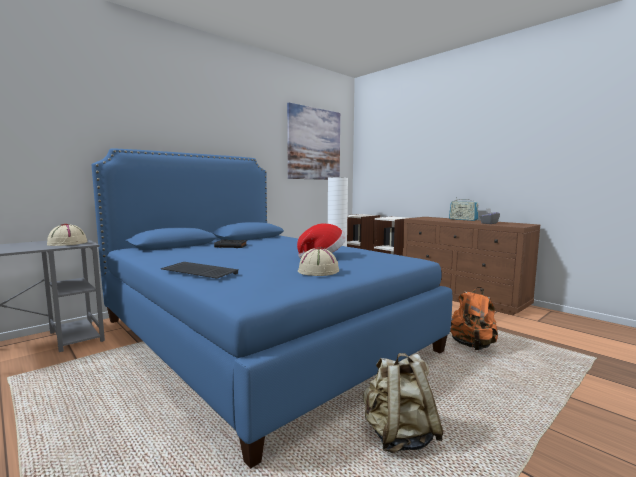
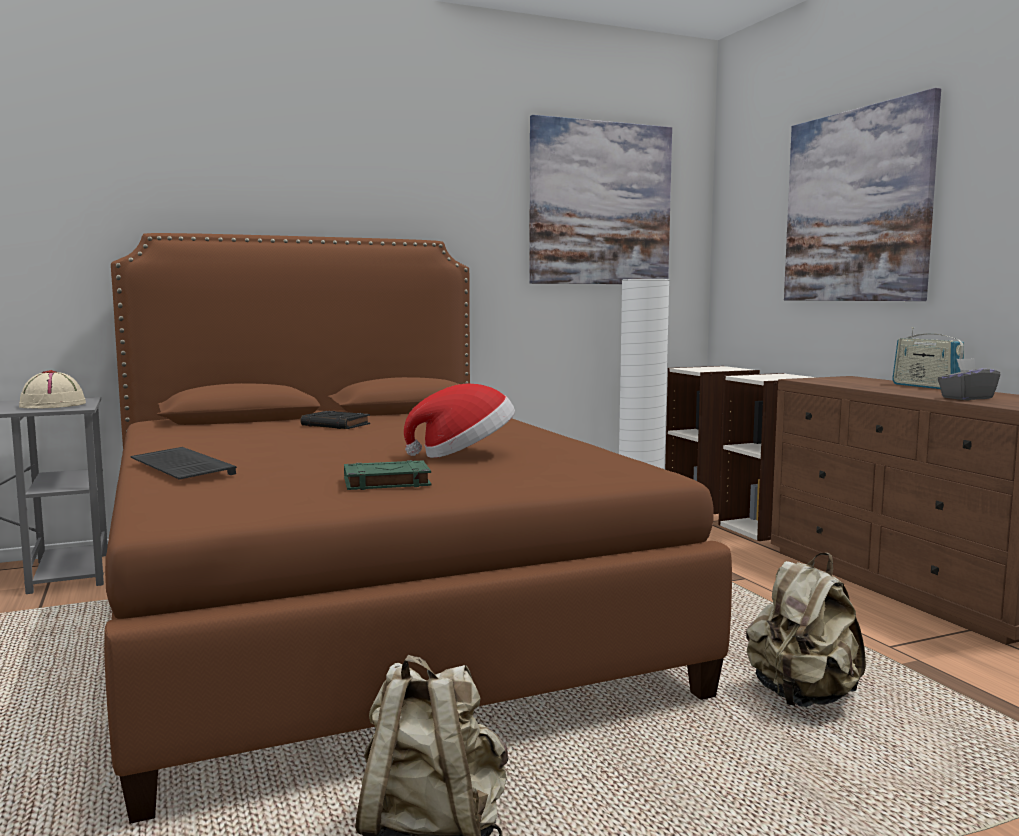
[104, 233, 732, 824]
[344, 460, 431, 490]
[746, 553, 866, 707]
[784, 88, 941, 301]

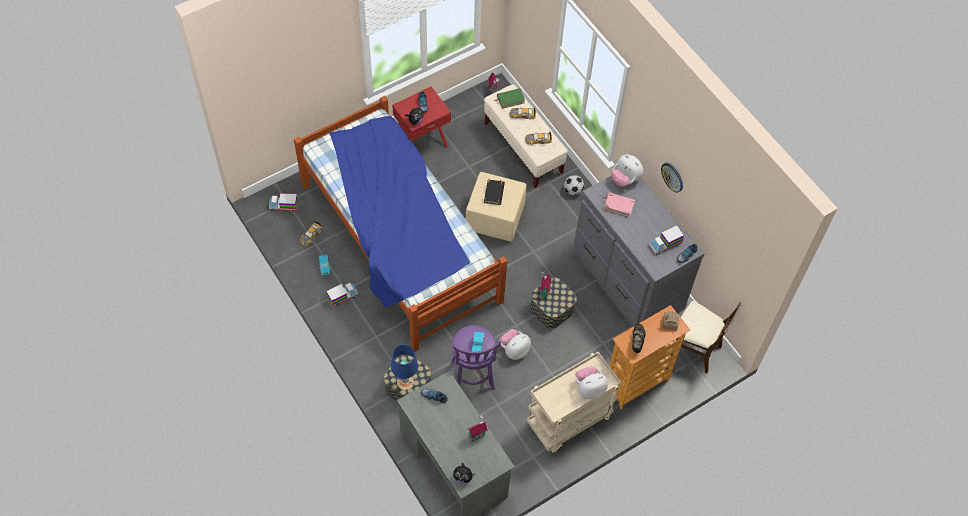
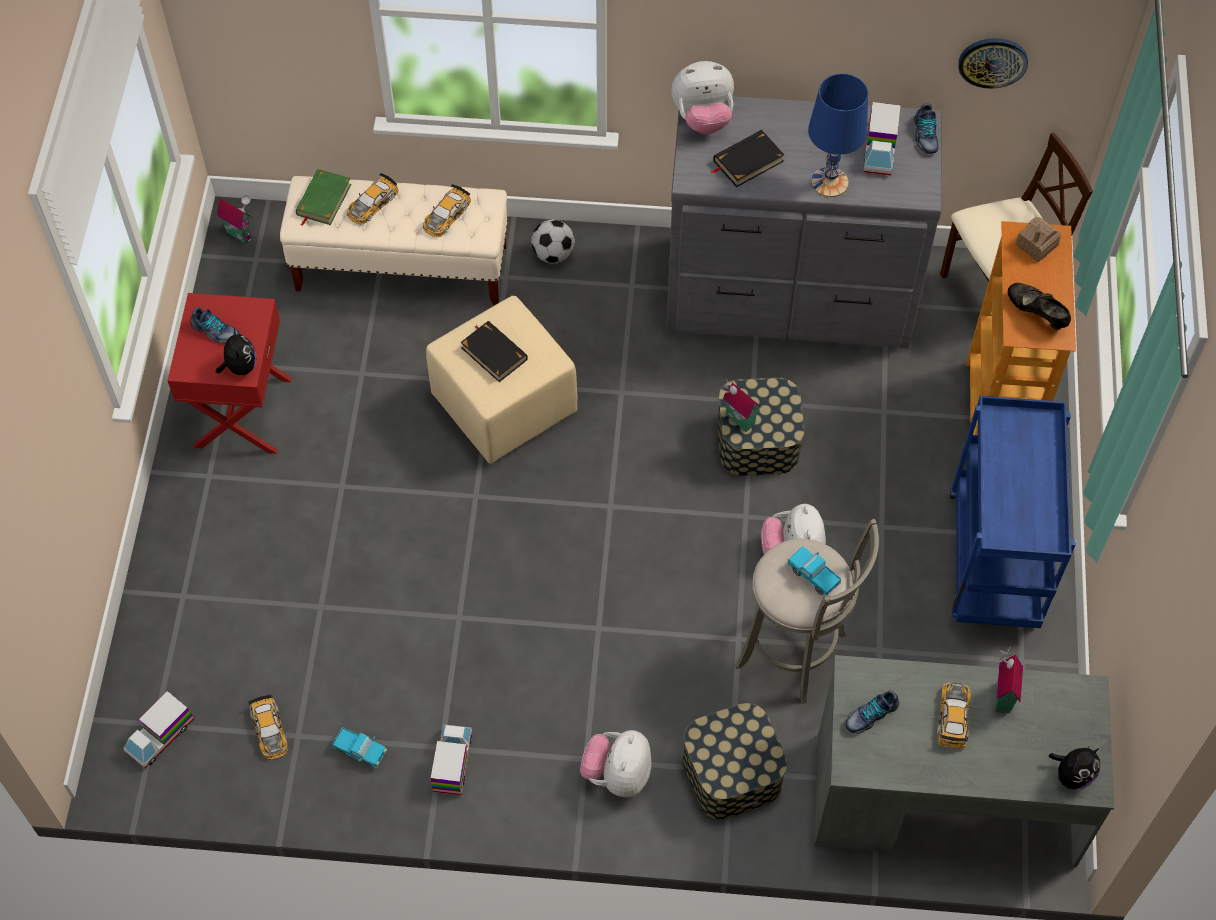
[294, 96, 507, 352] (first image)
[808, 73, 868, 197]
[736, 519, 879, 704]
[949, 396, 1075, 628]
[580, 730, 651, 797]
[710, 130, 784, 187]
[958, 38, 1028, 89]
[937, 682, 971, 749]

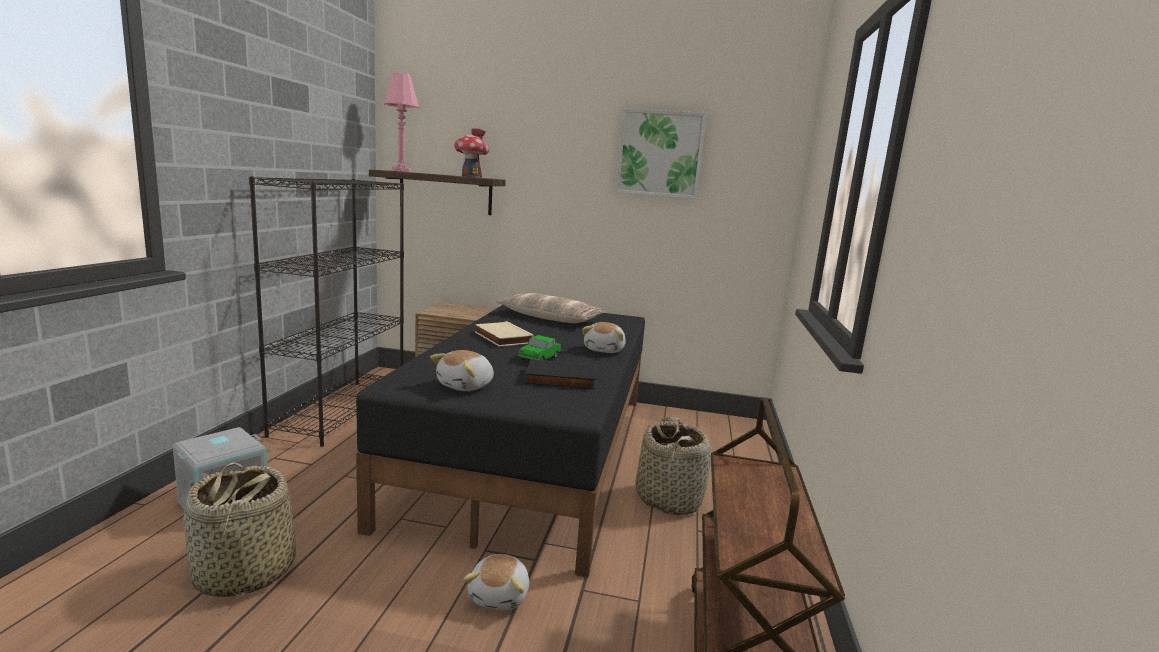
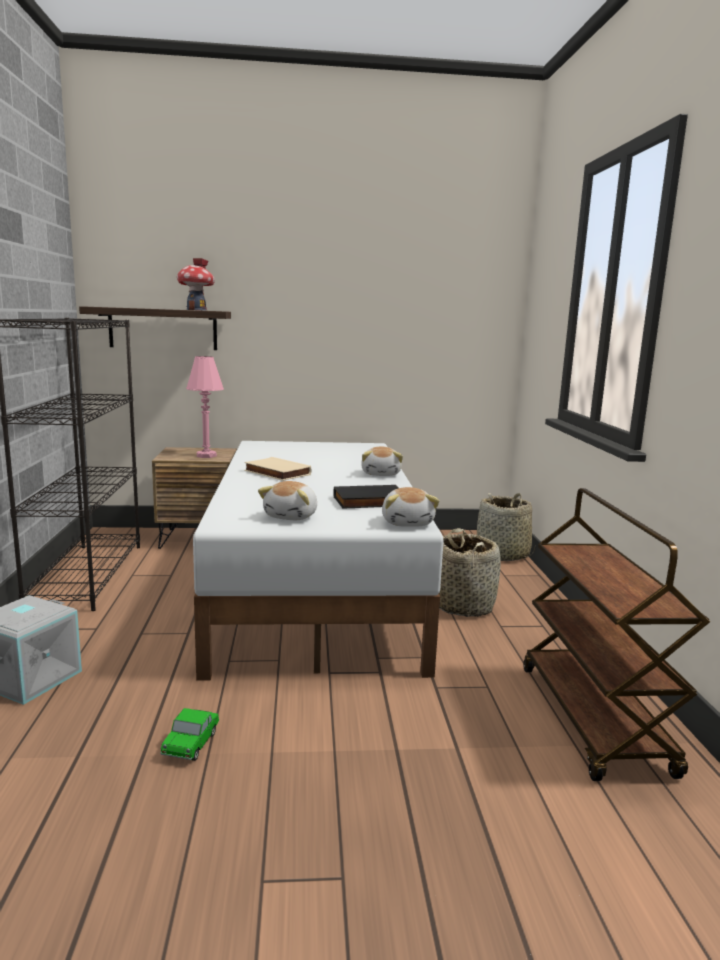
[477, 493, 536, 561]
[193, 441, 443, 681]
[186, 356, 224, 458]
[382, 487, 440, 527]
[496, 293, 605, 323] (first image)
[161, 708, 219, 761]
[616, 108, 707, 199] (first image)

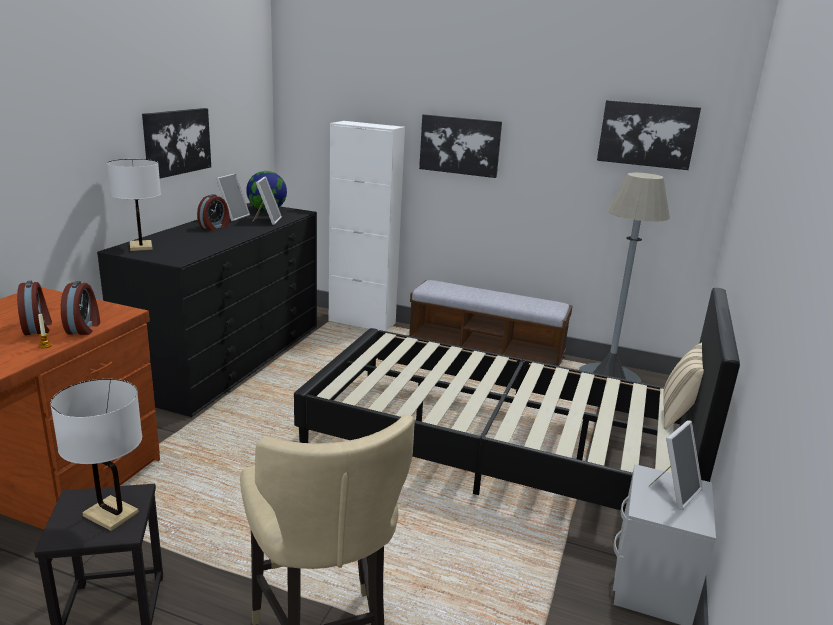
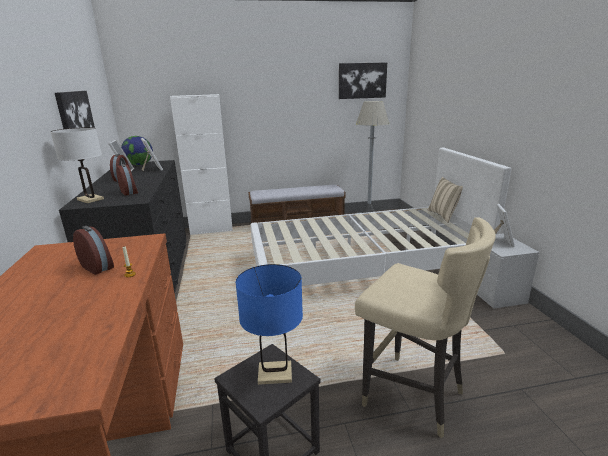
[236, 264, 303, 385]
[116, 164, 138, 196]
[250, 148, 511, 286]
[419, 114, 502, 178] (first image)

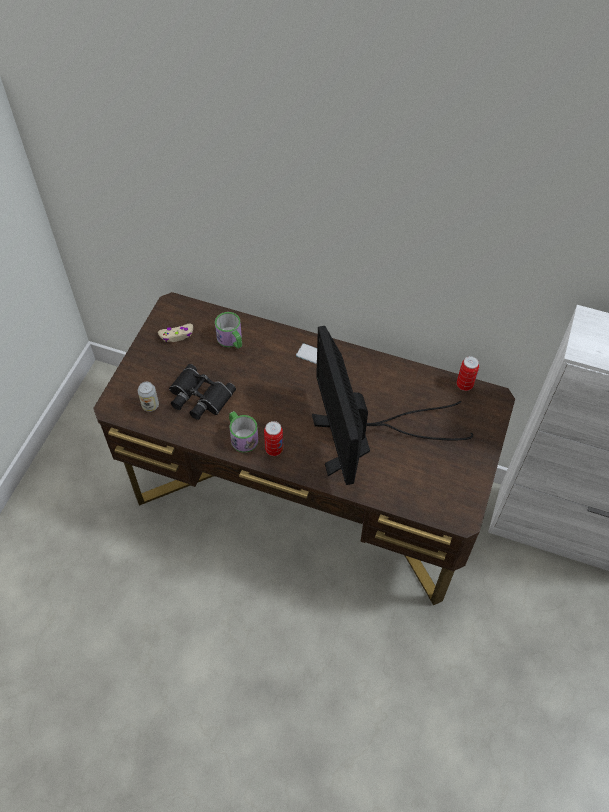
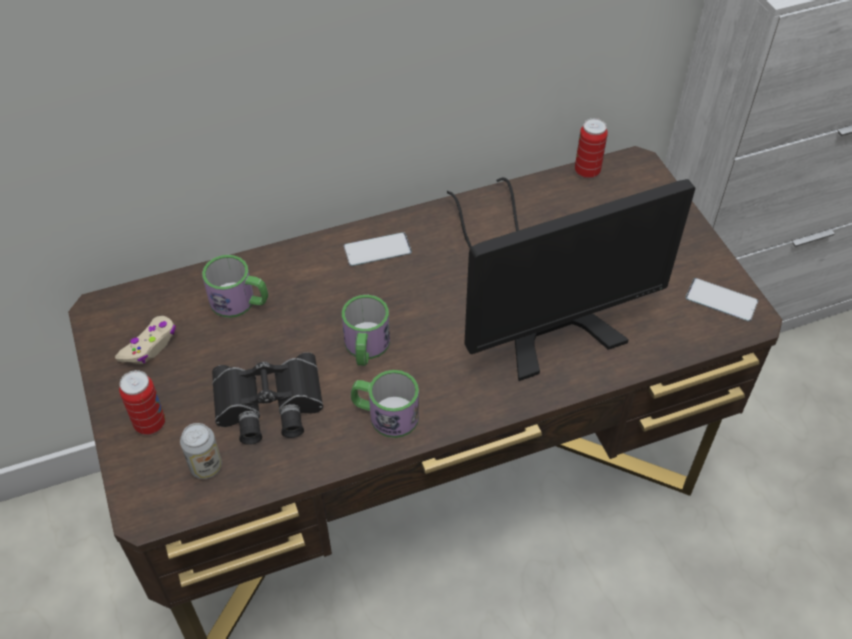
[119, 370, 165, 435]
[447, 177, 696, 381]
[342, 295, 390, 366]
[686, 278, 758, 321]

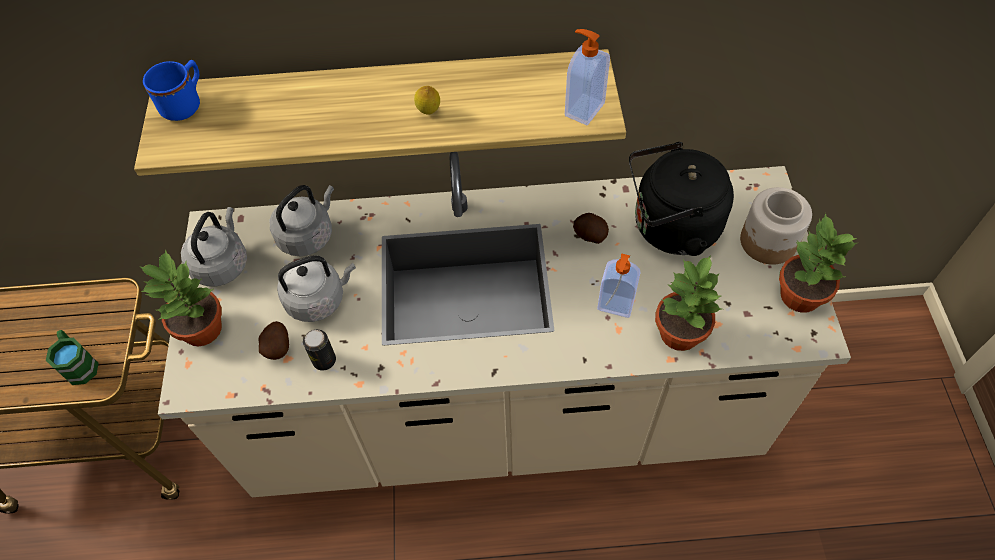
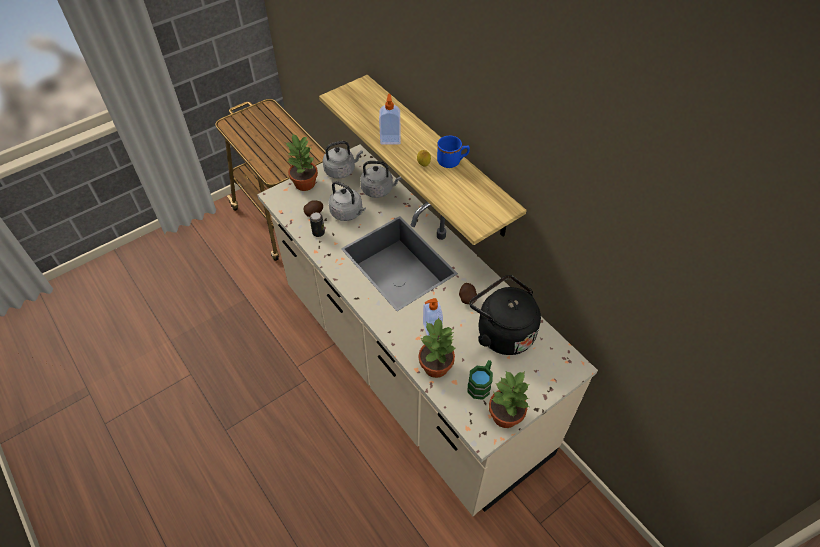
[467, 360, 493, 400]
[437, 136, 470, 168]
[379, 94, 401, 144]
[740, 187, 812, 265] (first image)

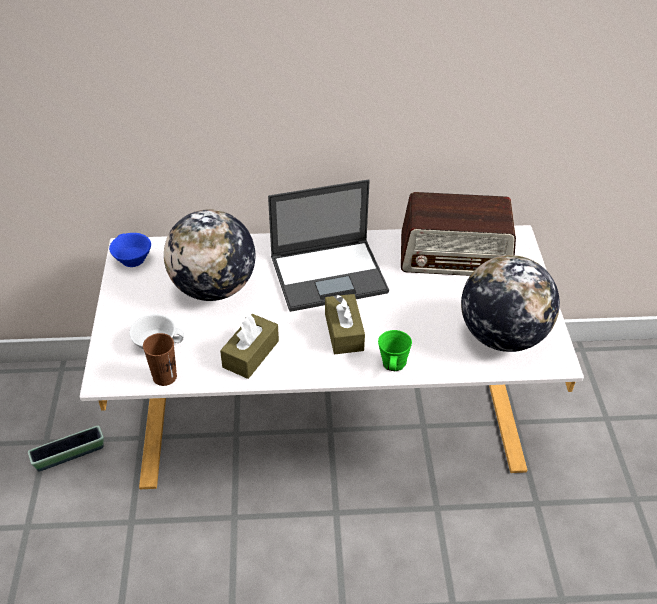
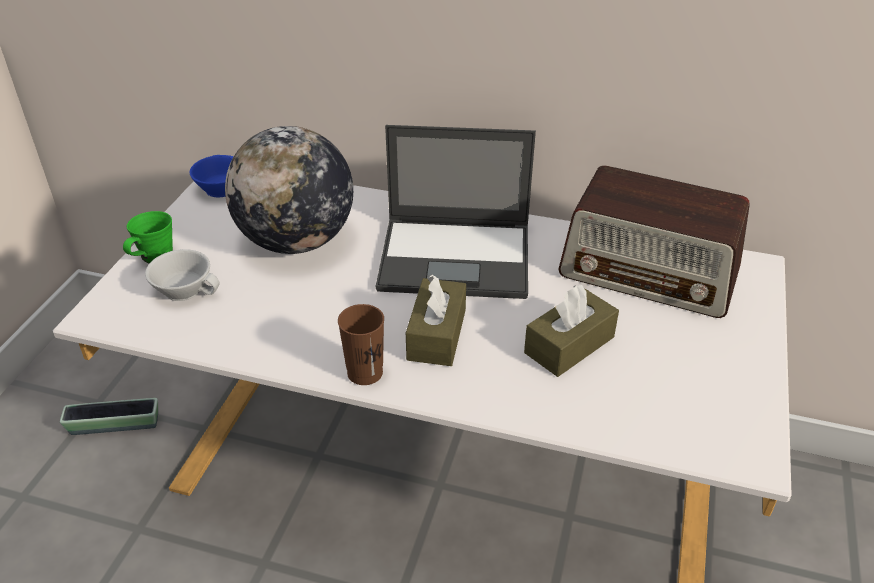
[338, 304, 384, 385]
[524, 285, 619, 377]
[123, 211, 173, 263]
[461, 255, 560, 352] (first image)

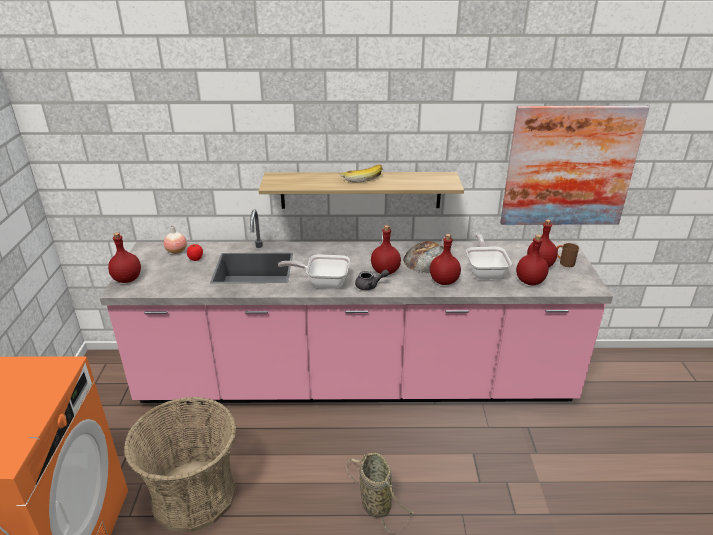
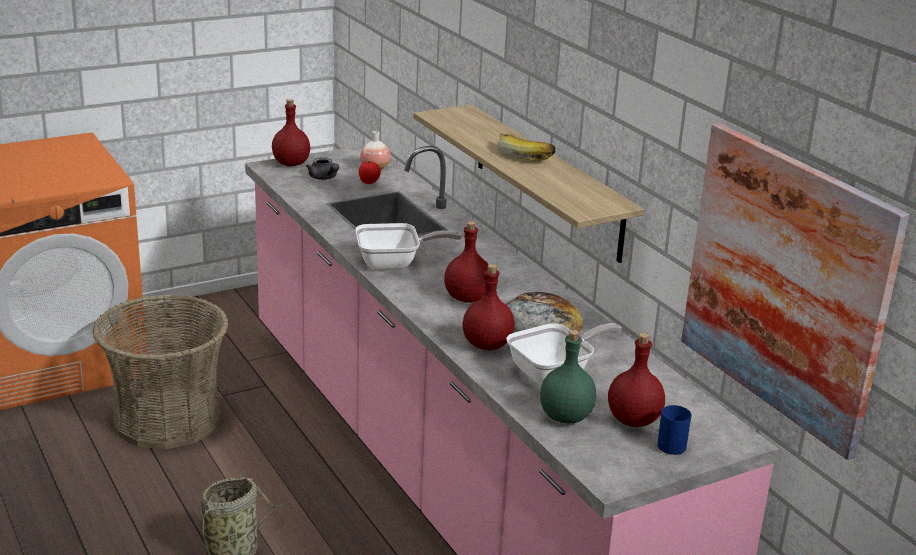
[355, 223, 462, 270]
[306, 157, 339, 180]
[540, 330, 596, 424]
[657, 405, 692, 455]

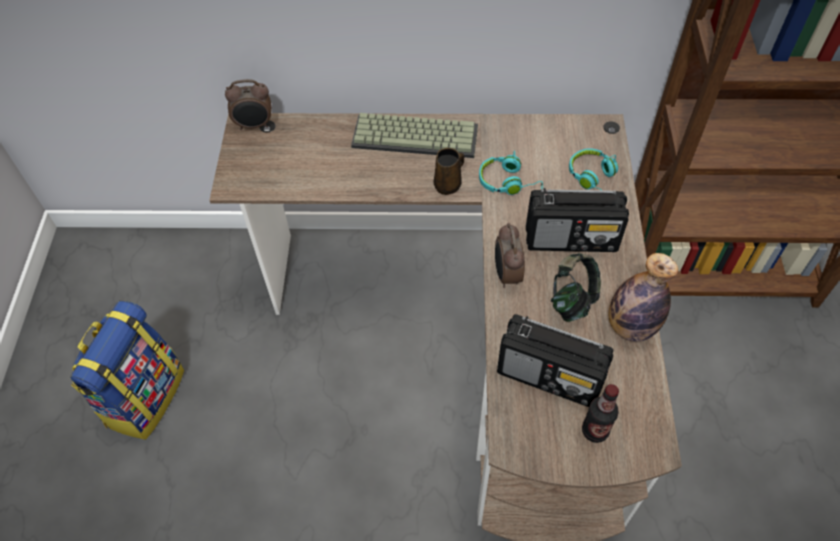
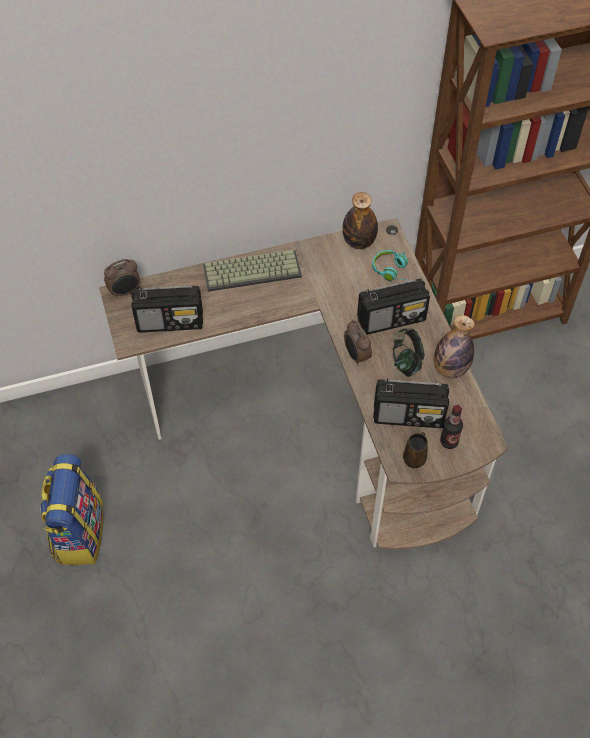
[403, 432, 428, 468]
[479, 150, 543, 195] (first image)
[132, 285, 203, 333]
[343, 192, 378, 249]

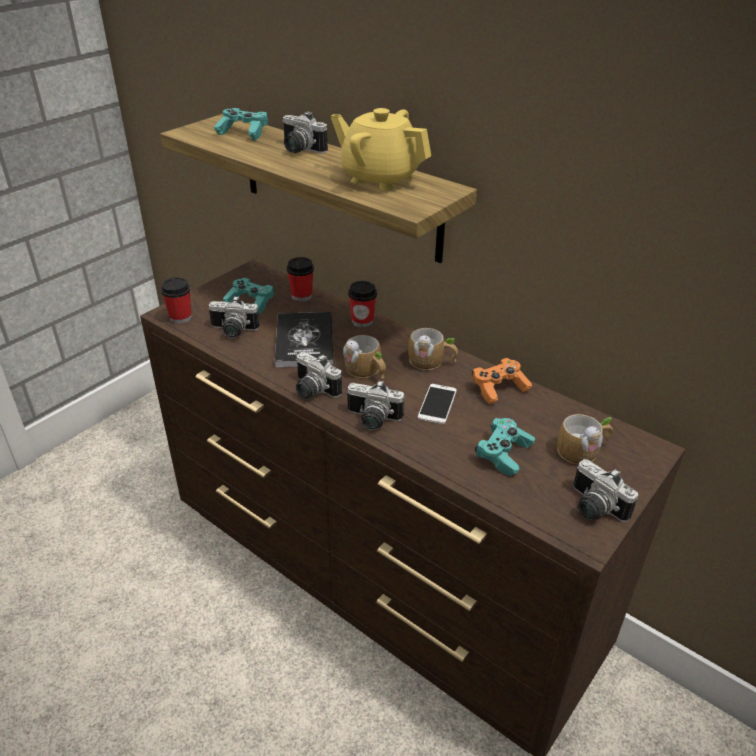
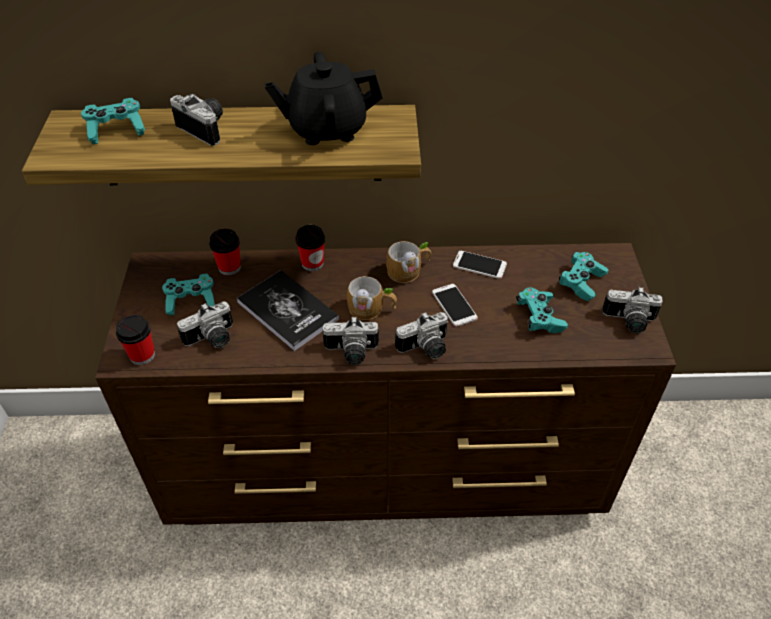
[170, 94, 223, 146]
[264, 52, 382, 145]
[453, 251, 507, 279]
[559, 252, 608, 301]

